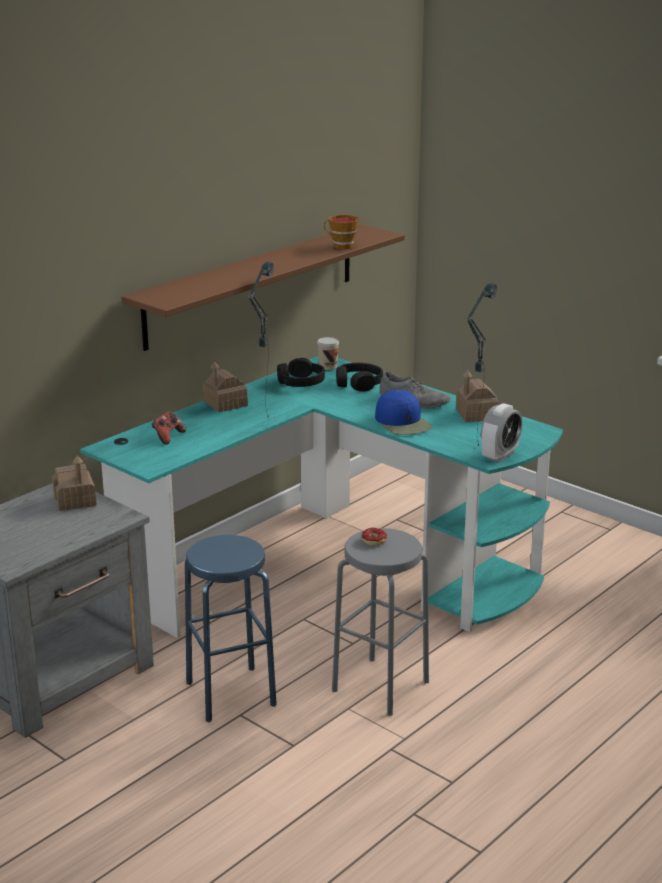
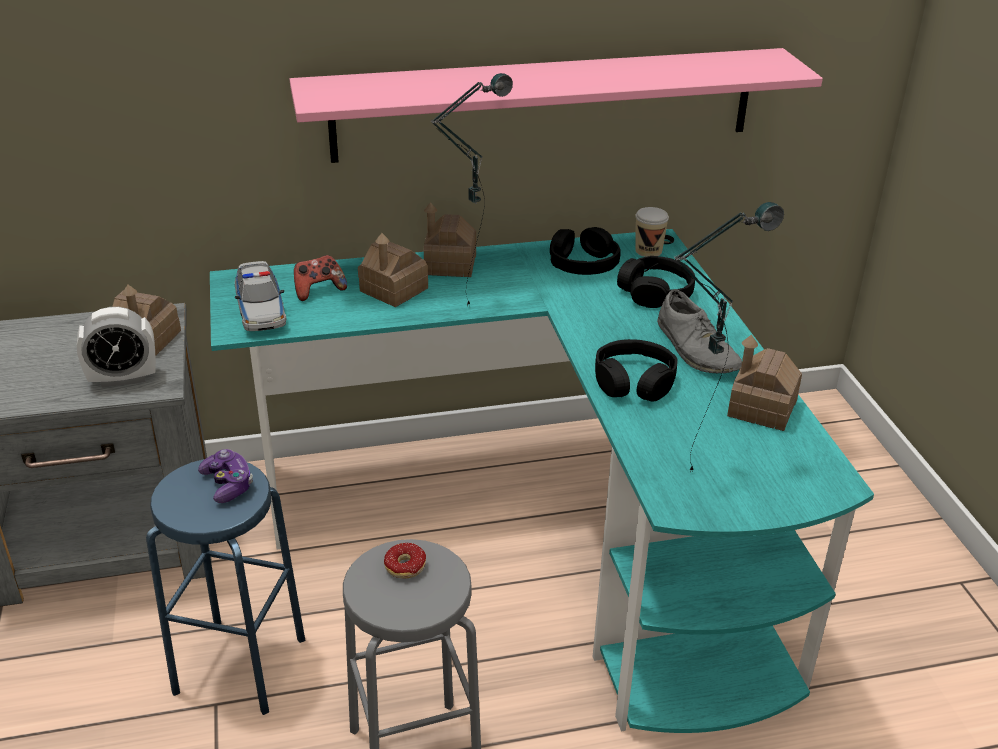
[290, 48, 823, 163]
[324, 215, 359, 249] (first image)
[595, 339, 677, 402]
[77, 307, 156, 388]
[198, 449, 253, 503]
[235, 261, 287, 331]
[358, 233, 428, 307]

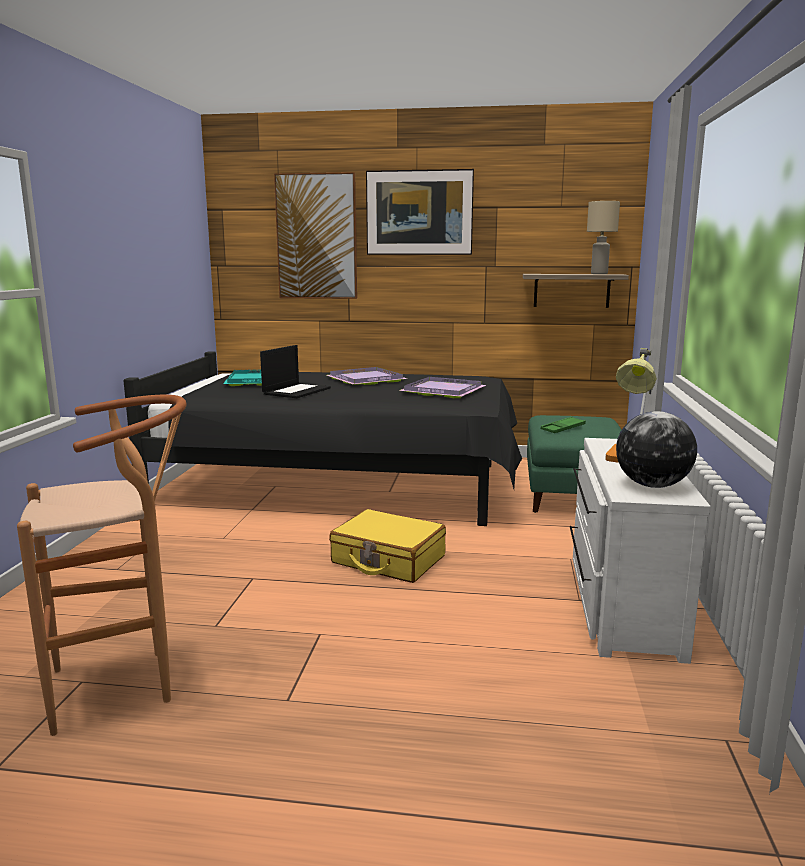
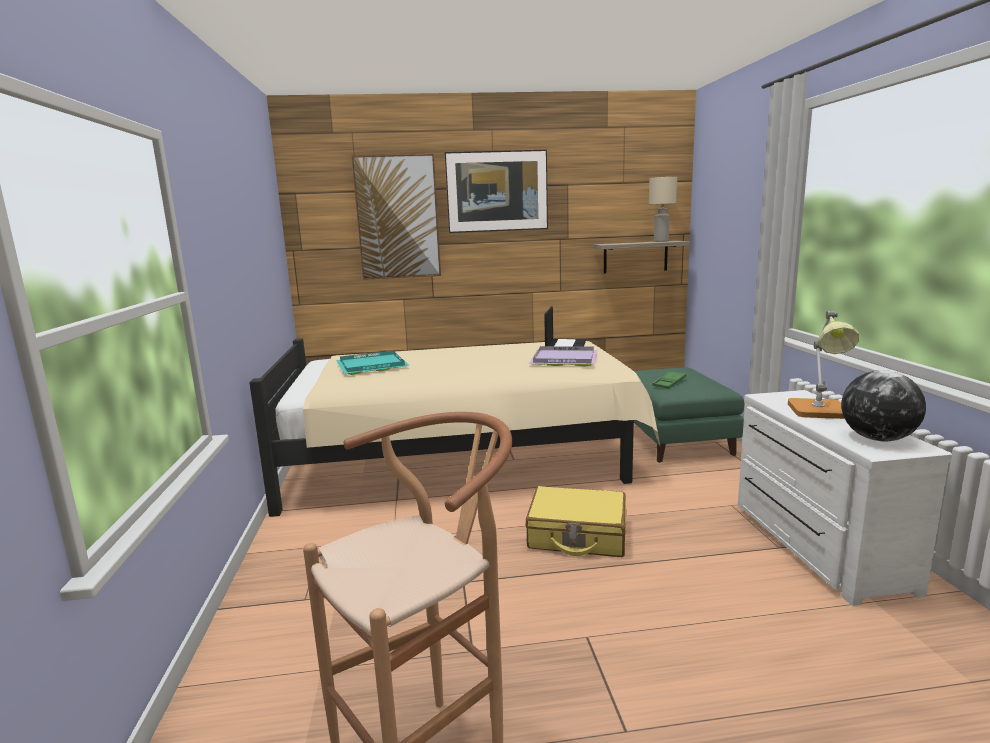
[249, 338, 660, 517]
[544, 306, 586, 350]
[327, 367, 408, 385] (first image)

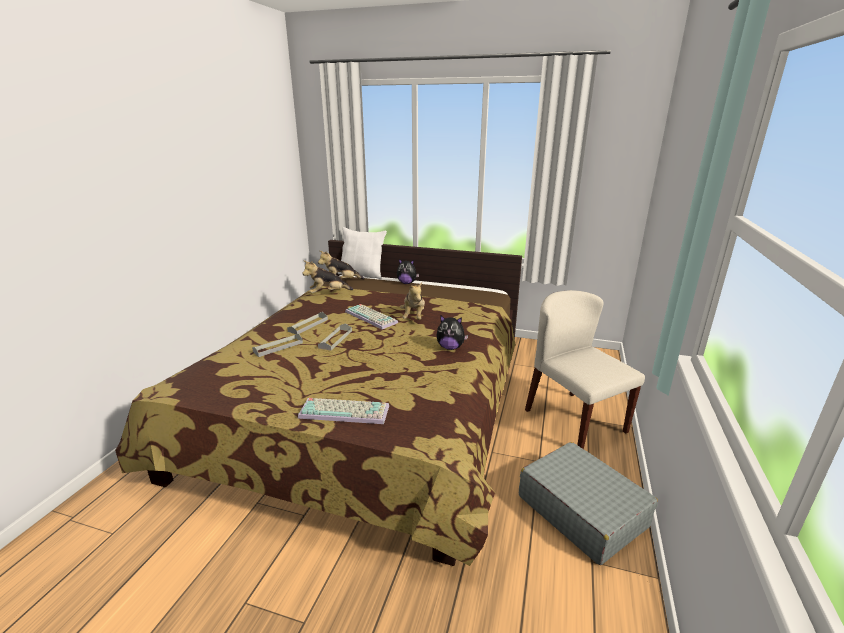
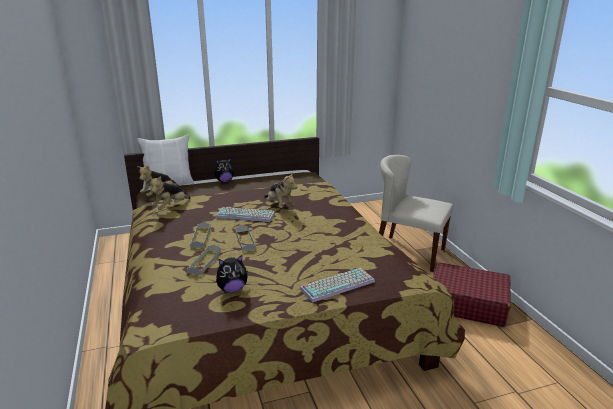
[216, 255, 248, 293]
[433, 263, 511, 327]

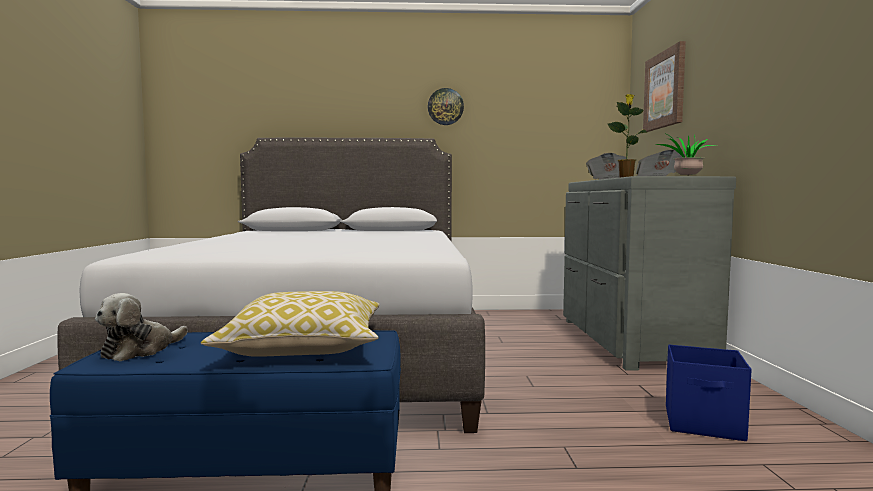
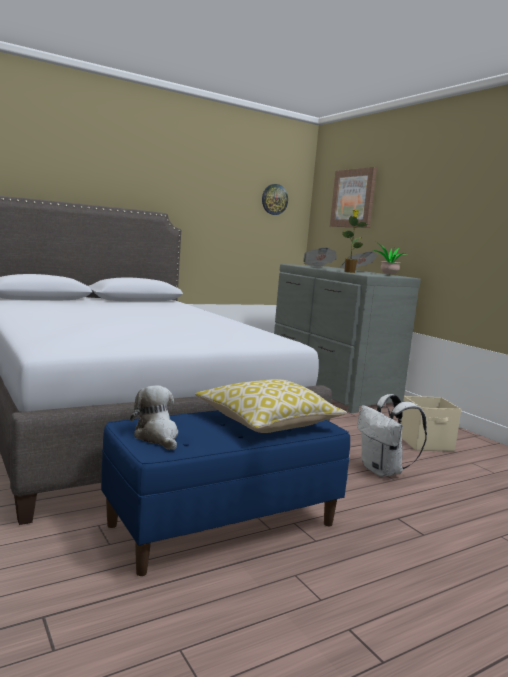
[130, 385, 178, 450]
[262, 184, 288, 215]
[401, 396, 461, 451]
[357, 394, 427, 477]

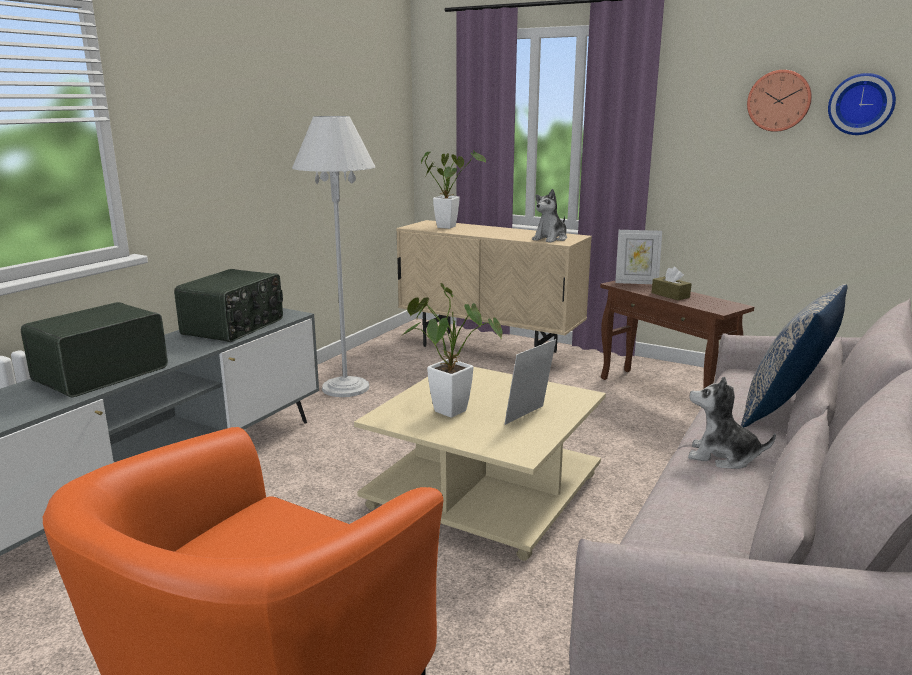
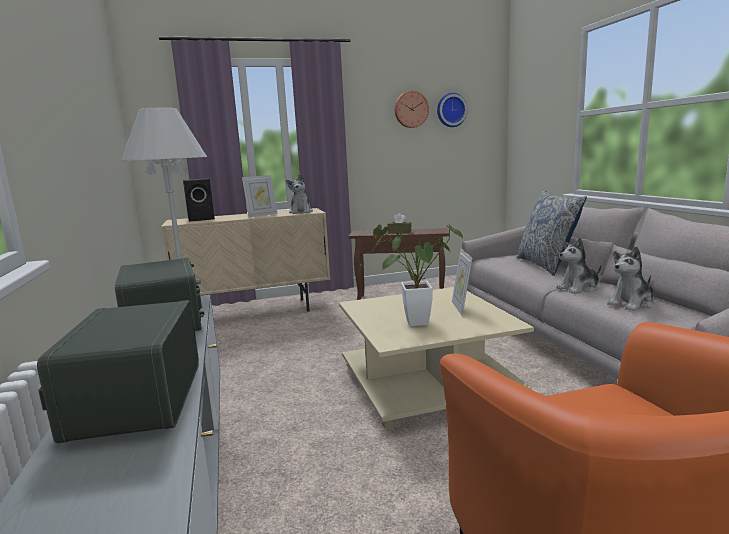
[183, 178, 215, 222]
[242, 175, 278, 217]
[607, 246, 654, 311]

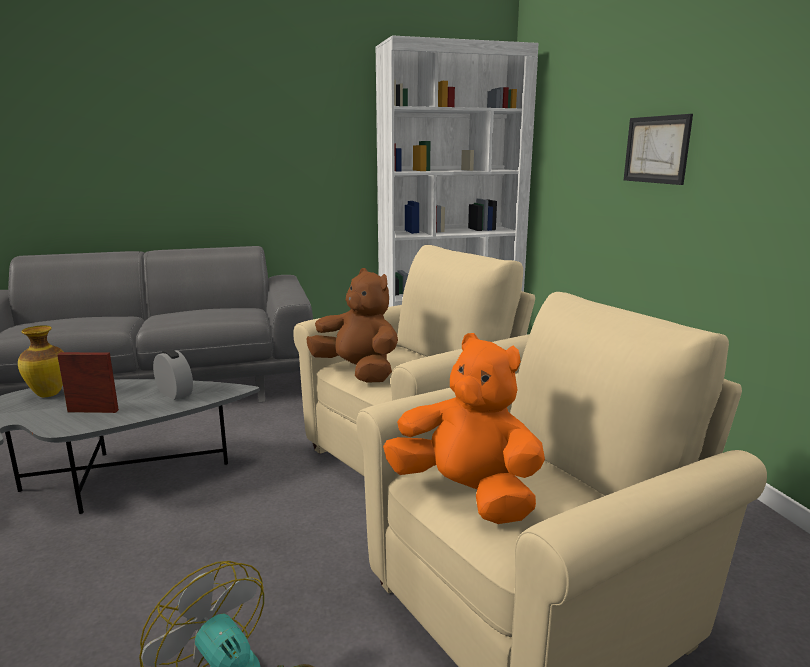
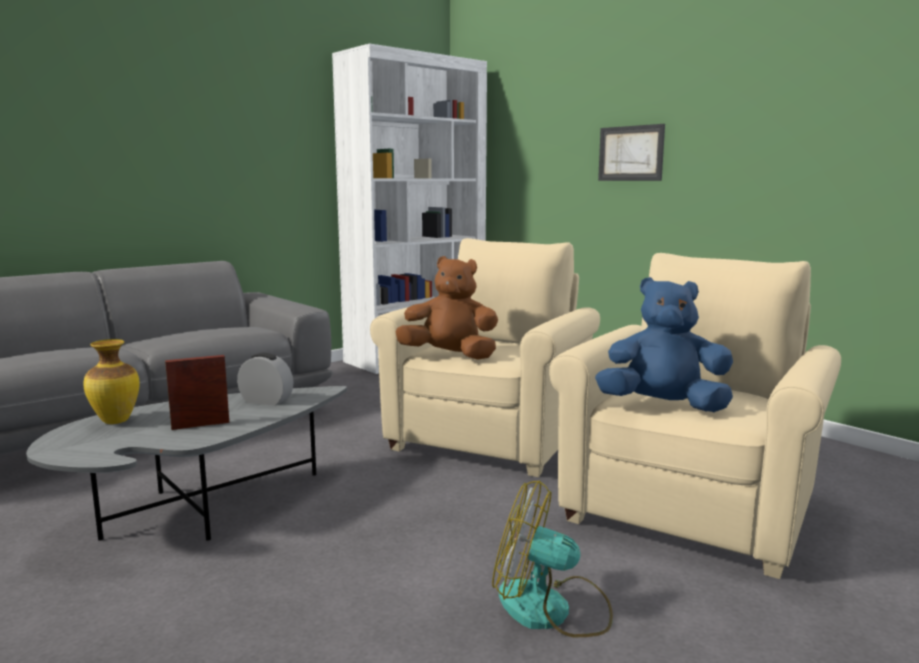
[595, 277, 733, 412]

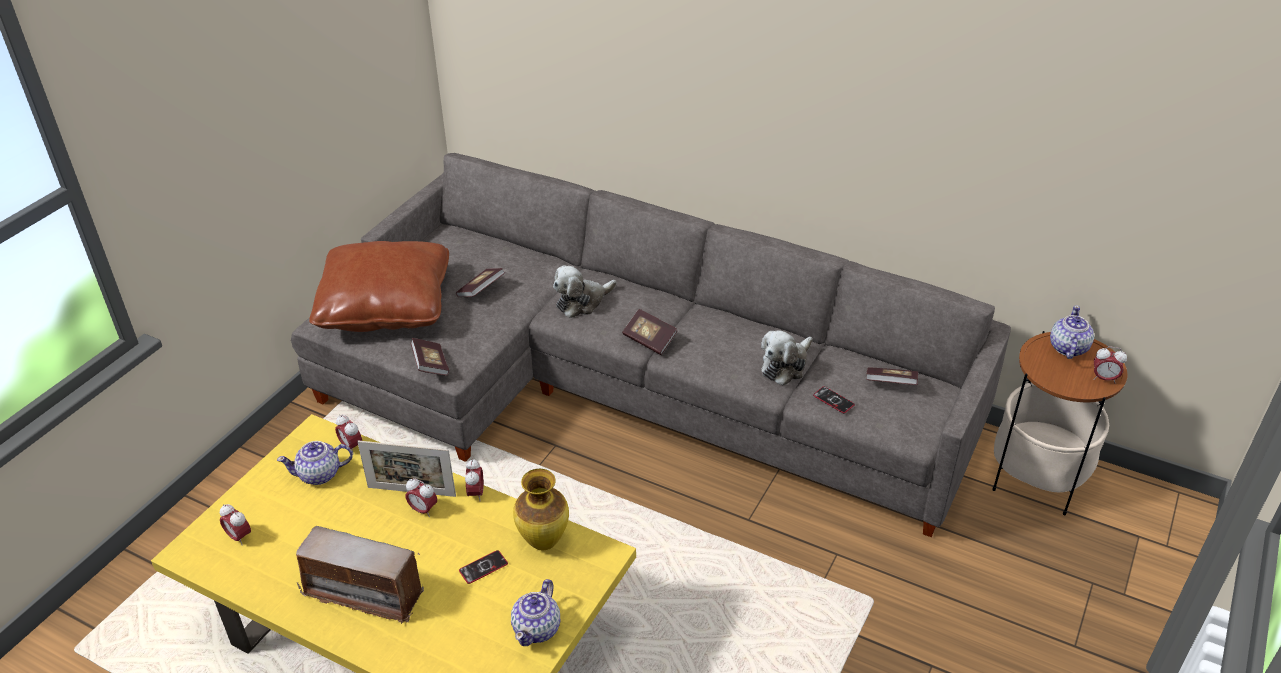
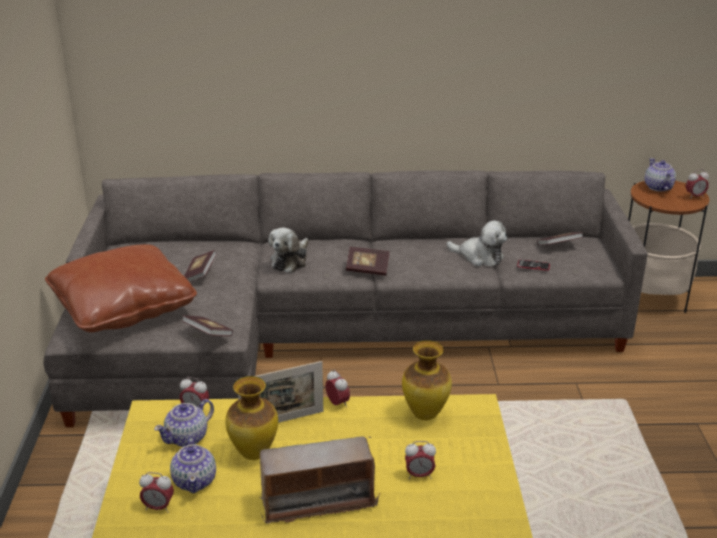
[405, 441, 436, 479]
[459, 550, 508, 584] (first image)
[170, 435, 216, 493]
[447, 220, 507, 266]
[225, 376, 278, 460]

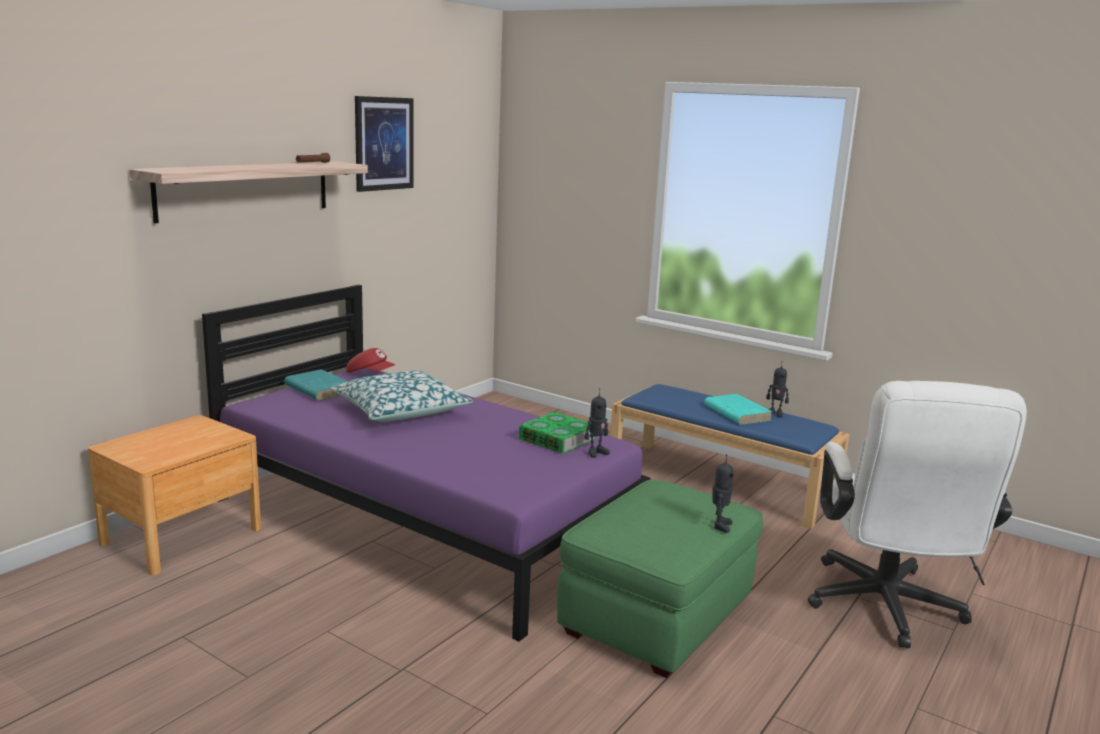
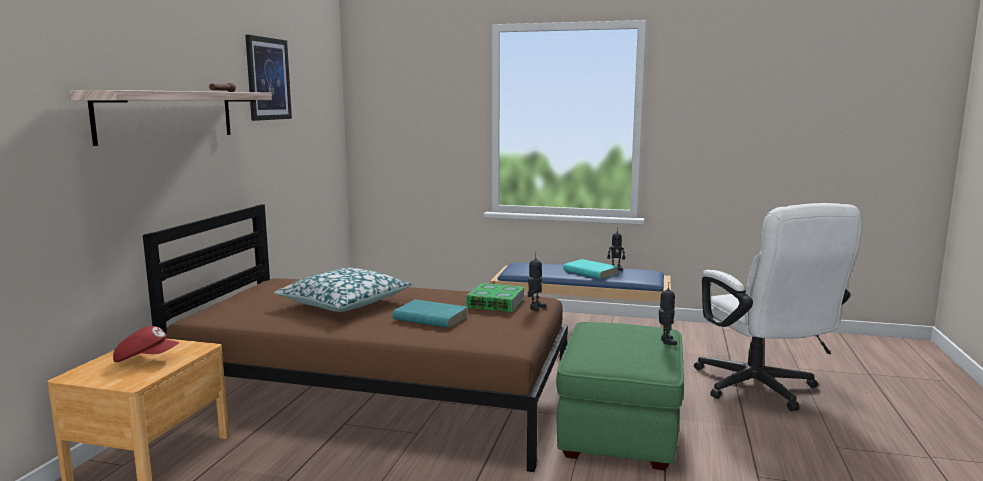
[143, 204, 568, 472]
[392, 299, 468, 328]
[113, 326, 180, 362]

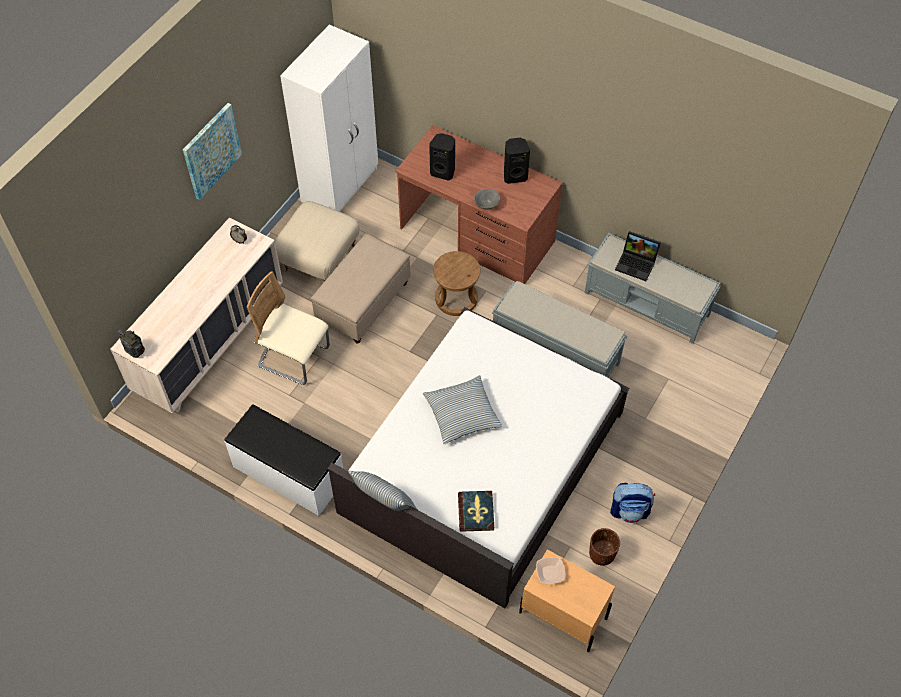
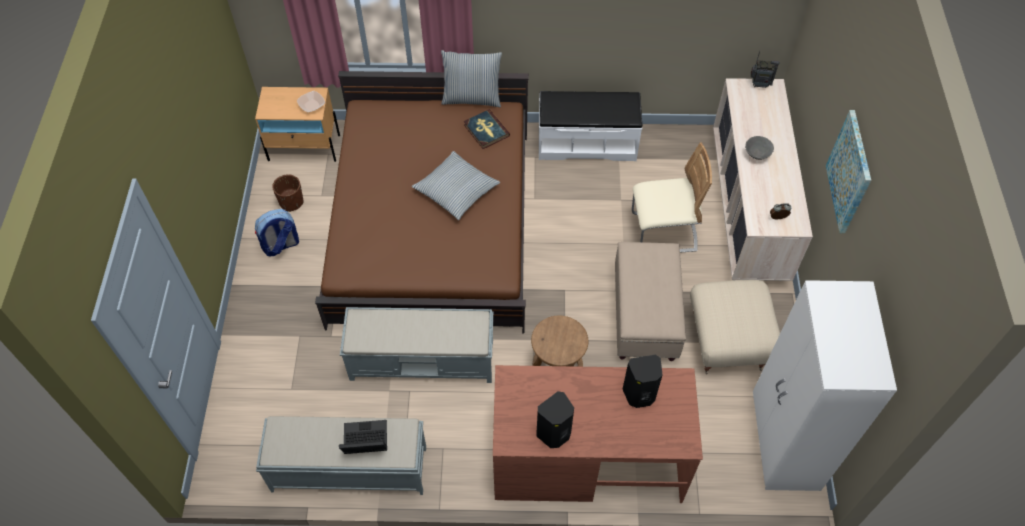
[315, 71, 529, 333]
[464, 109, 510, 149]
[745, 136, 774, 160]

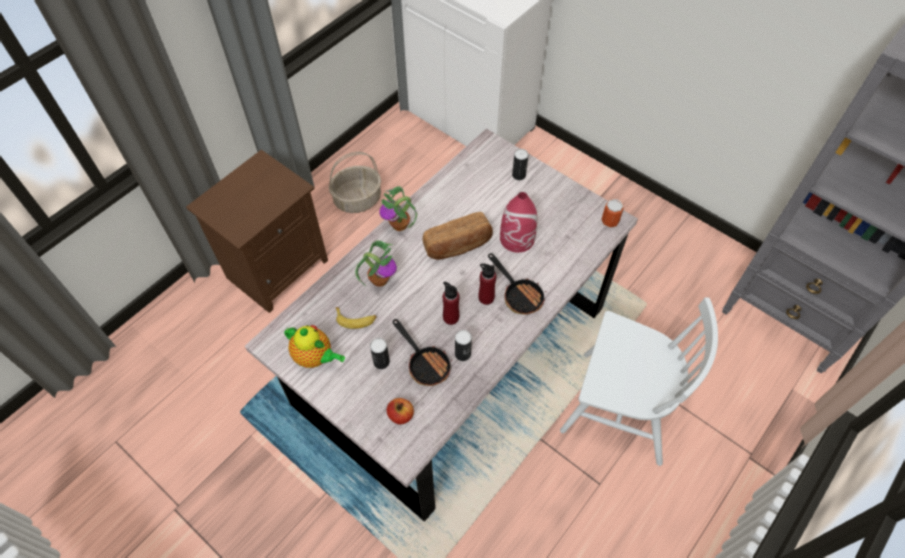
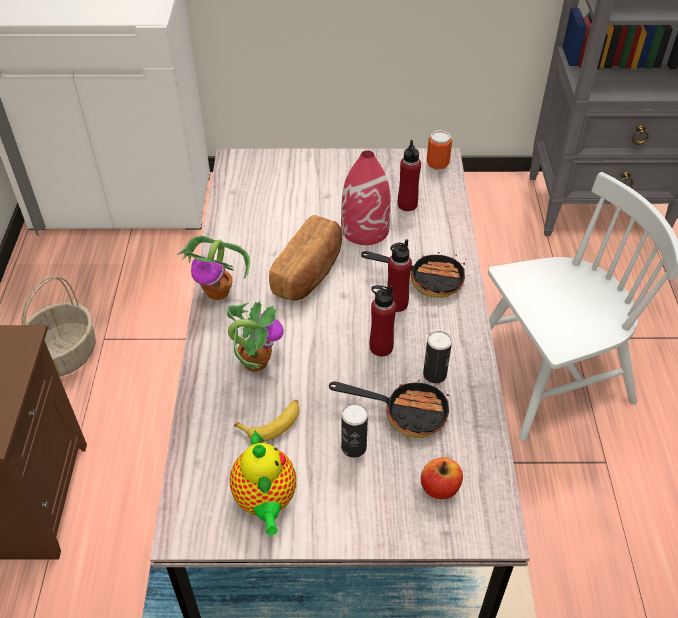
[230, 429, 296, 535]
[512, 149, 529, 180] (first image)
[398, 140, 421, 211]

